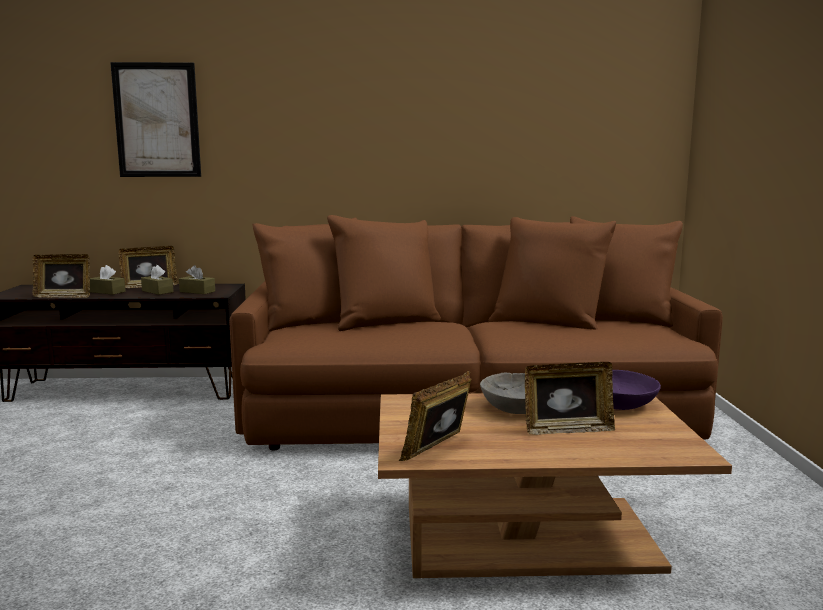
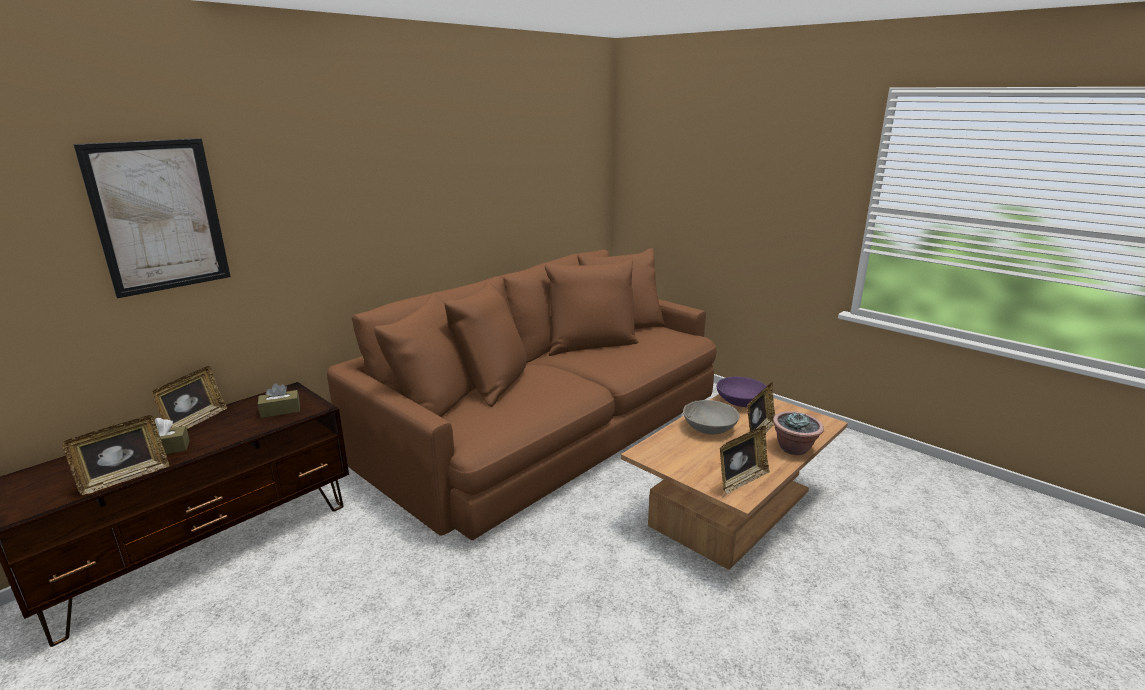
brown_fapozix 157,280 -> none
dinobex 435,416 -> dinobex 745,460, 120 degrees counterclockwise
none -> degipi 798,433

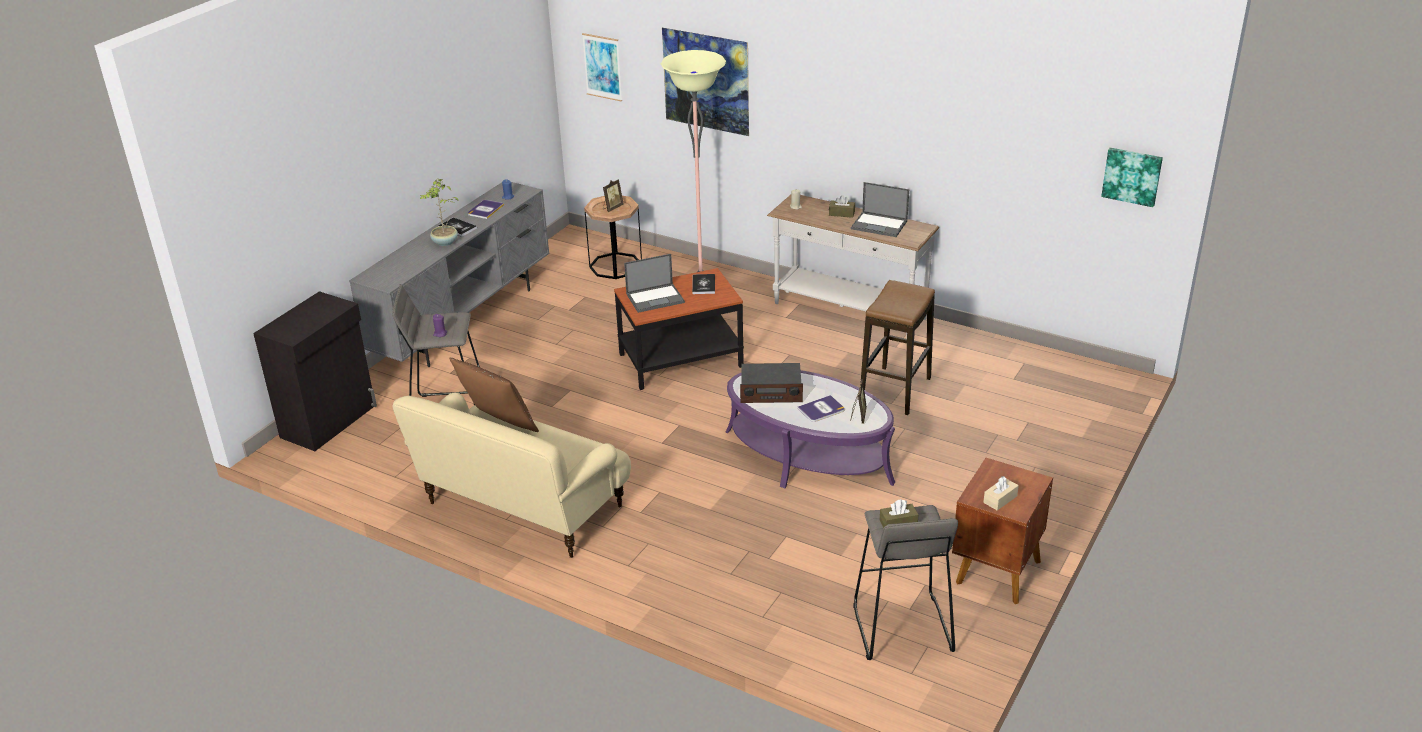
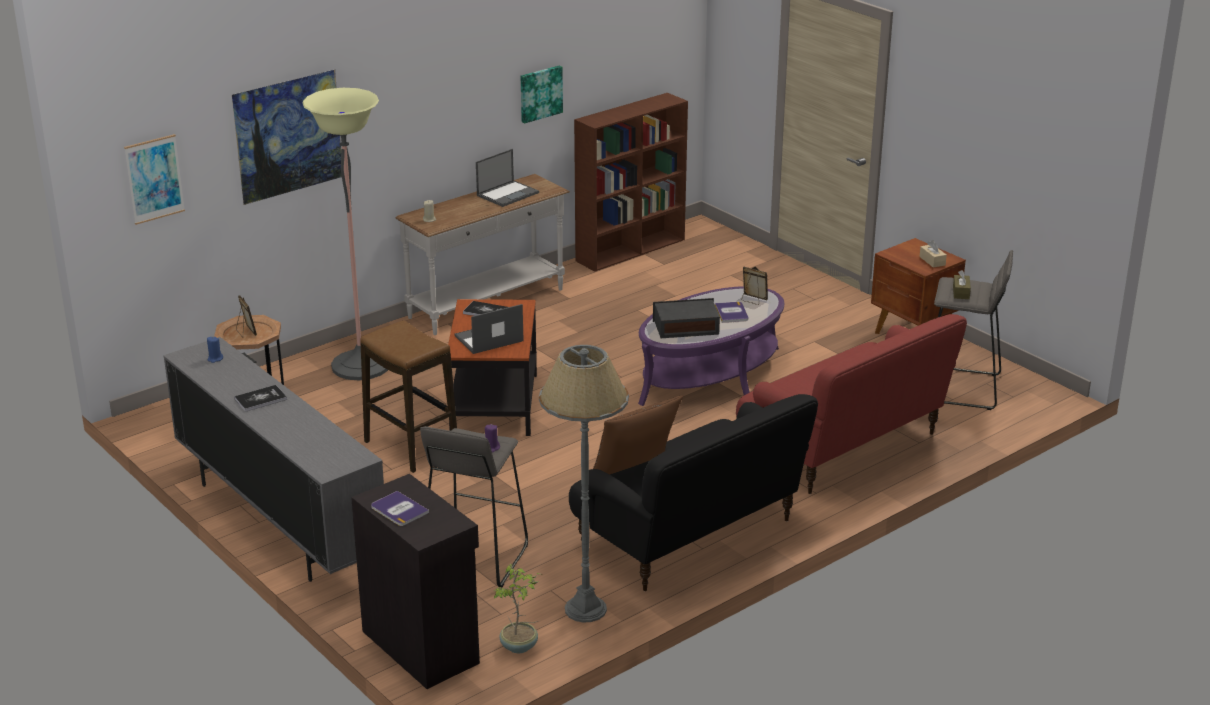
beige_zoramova 511,475 -> black_zoramova 693,492
degipi 439,212 -> degipi 518,608, shifted
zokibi 486,209 -> zokibi 400,508, shifted
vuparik 654,283 -> vuparik 489,329, 120 degrees counterclockwise
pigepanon 771,383 -> pigepanon 686,318, 120 degrees counterclockwise
brown_fapozix 842,206 -> none
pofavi 898,347 -> pofavi 408,396, shifted
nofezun 1132,177 -> nofezun 542,94, shifted
none -> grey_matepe 584,484
none -> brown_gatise 631,182
none -> red_zoramova 851,404

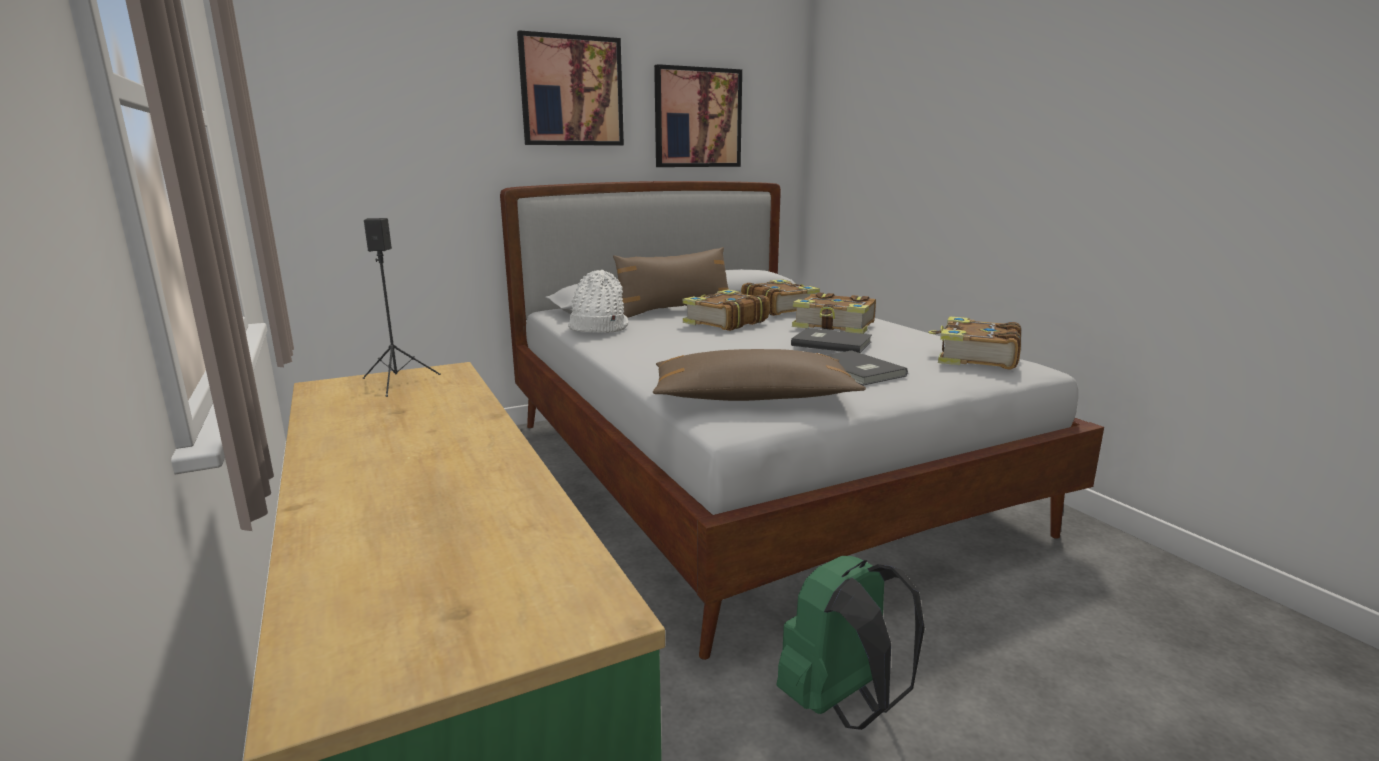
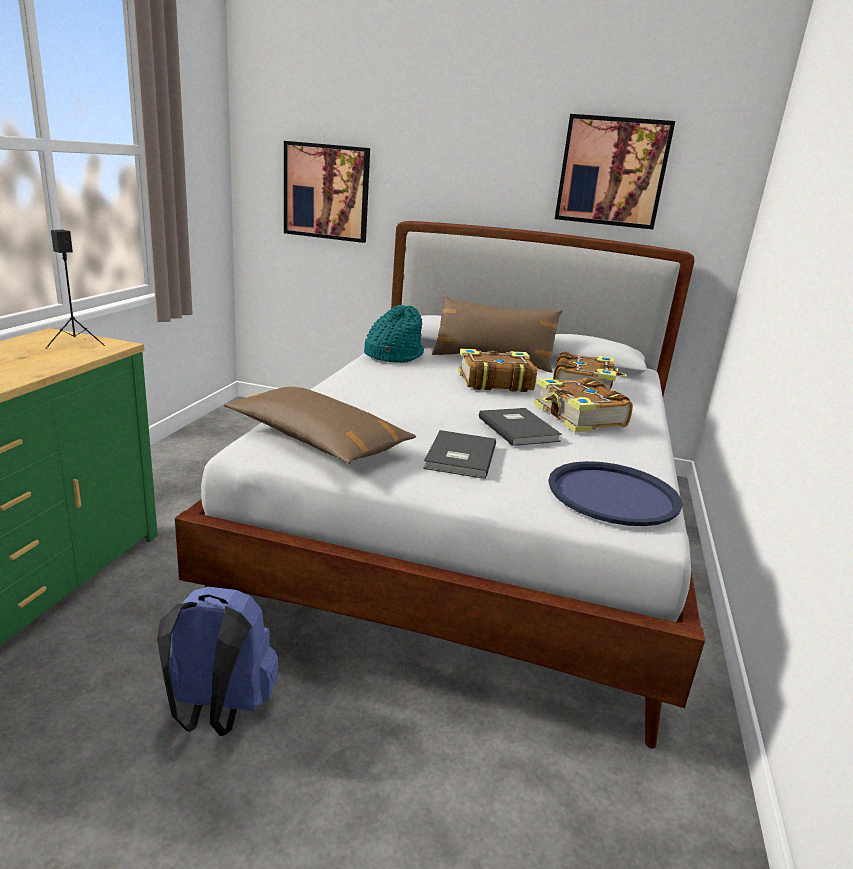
nofezun 570,88 -> nofezun 327,192, shifted
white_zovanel 598,301 -> turquoise_zovanel 394,334
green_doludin 851,643 -> blue_doludin 217,661
zokibi 974,343 -> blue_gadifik 615,493

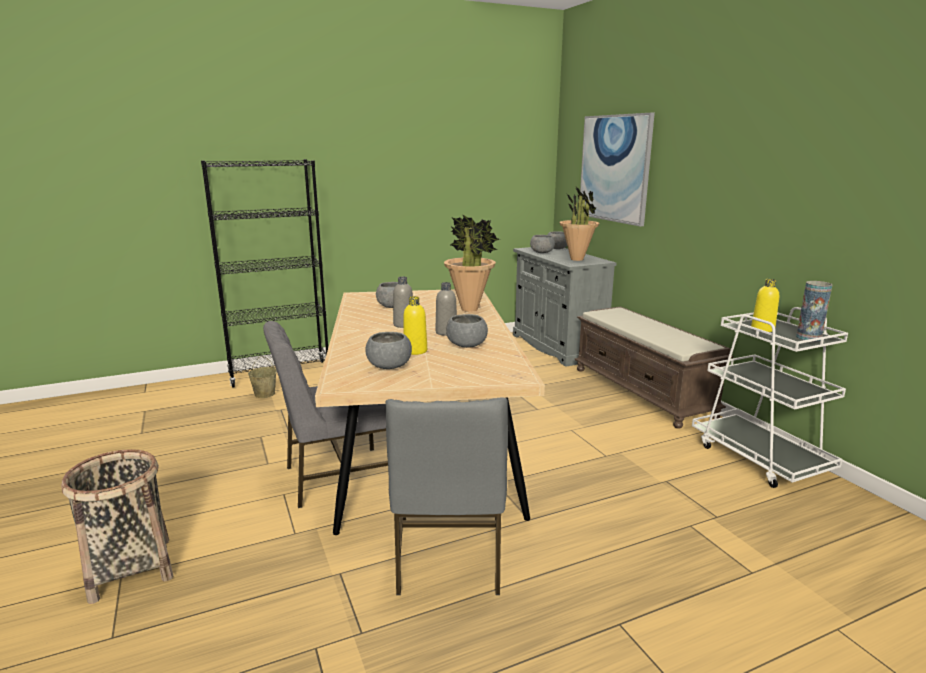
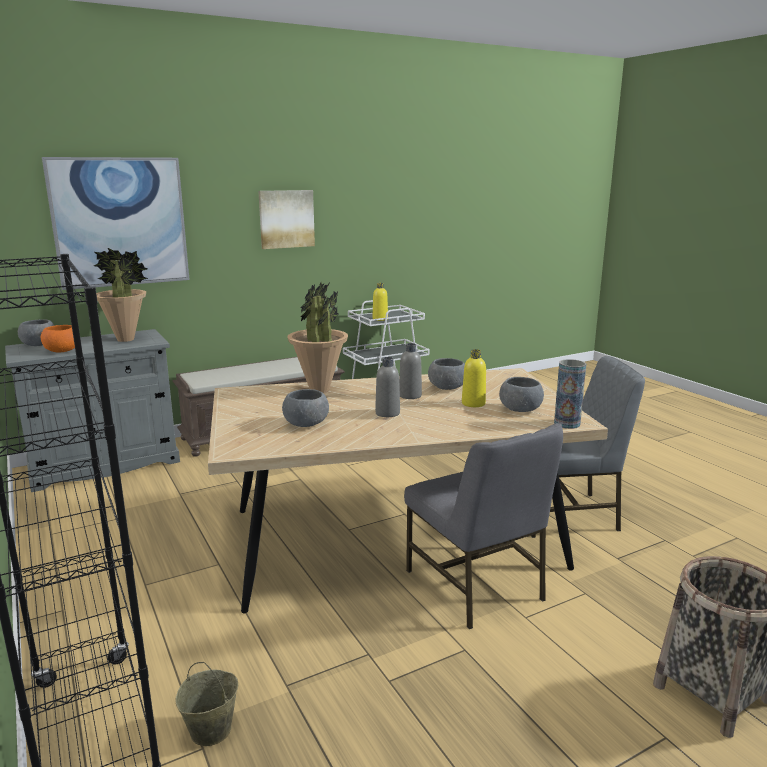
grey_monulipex 542,244 -> orange_monulipex 58,338
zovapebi 814,311 -> zovapebi 570,394, shifted
none -> nofezun 286,219

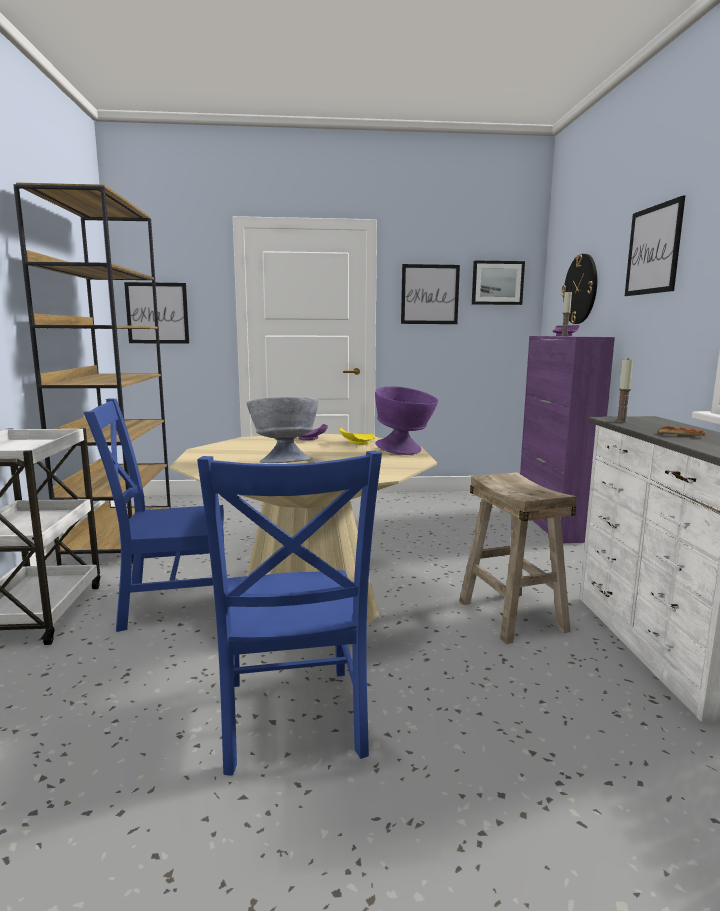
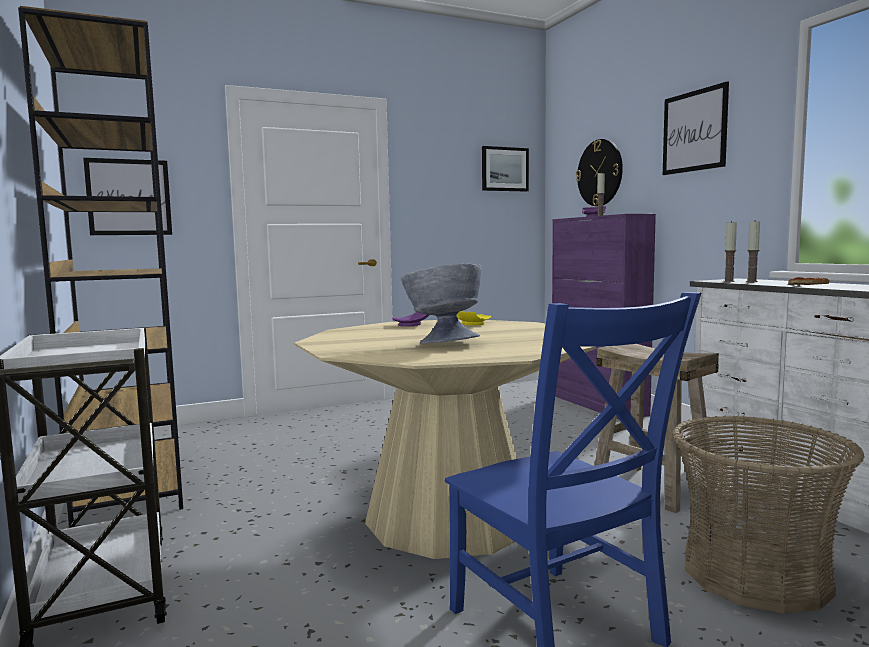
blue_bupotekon 153,515 -> none
purple_monulipex 406,420 -> none
nofezun 430,294 -> none
none -> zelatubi 768,514
none -> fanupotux 753,252

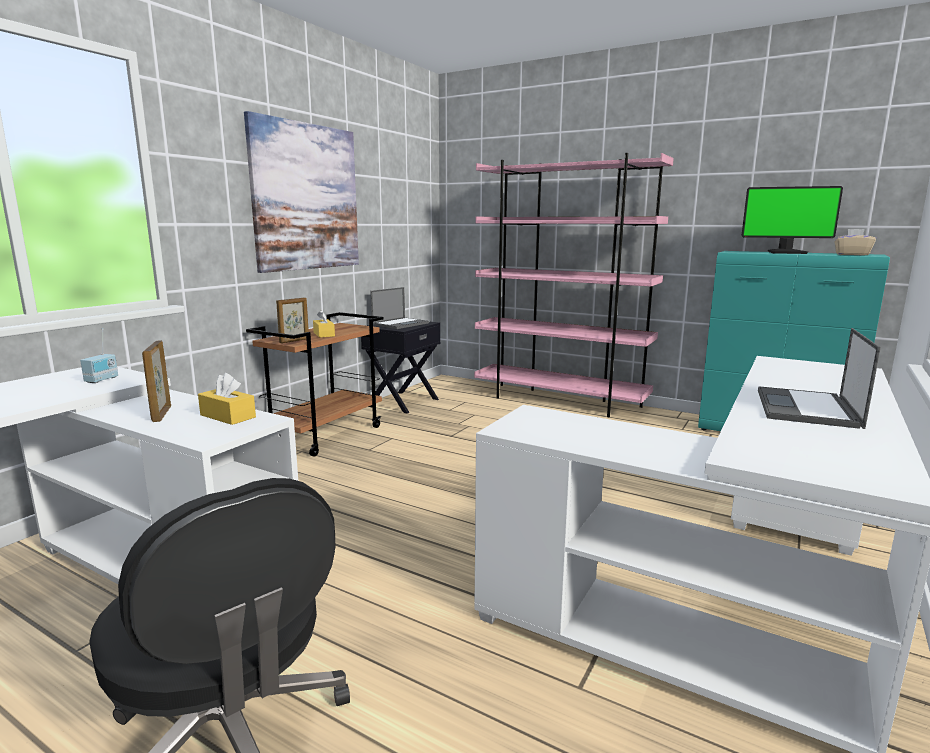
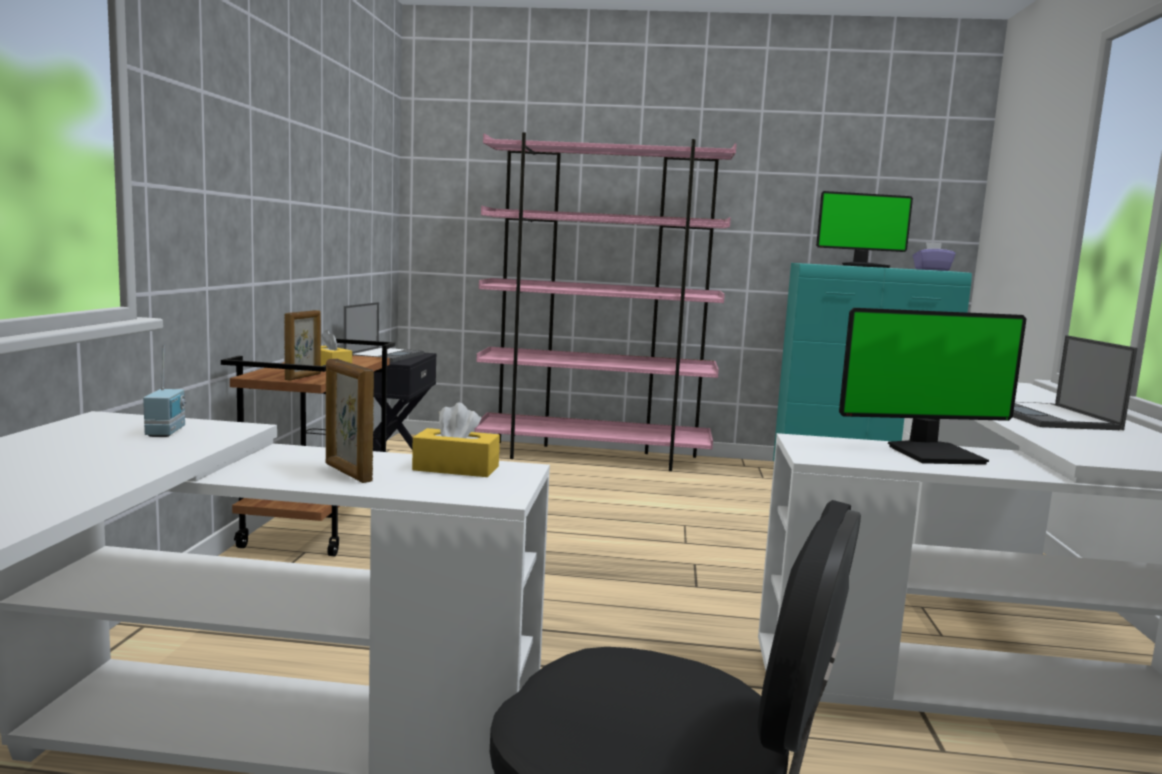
nofezun 301,192 -> none
beige_fapozix 855,242 -> purple_fapozix 934,256
none -> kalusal 932,386

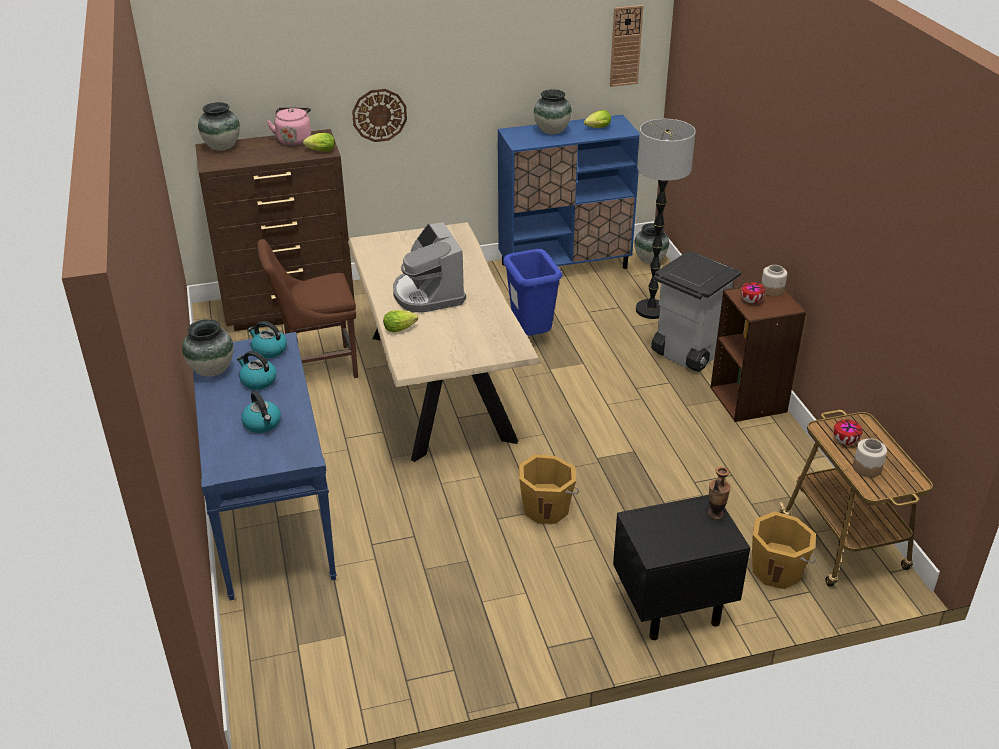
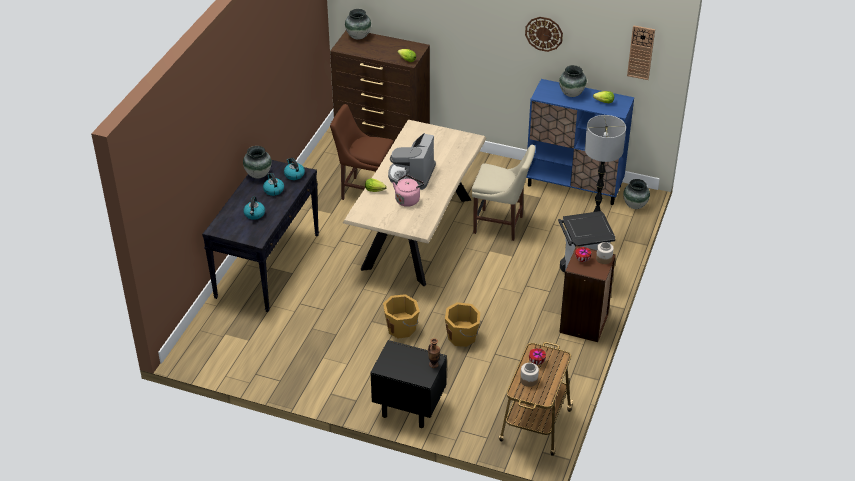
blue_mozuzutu 265,466 -> black_mozuzutu 260,236
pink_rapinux 289,127 -> pink_rapinux 408,191, shifted
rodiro 379,115 -> rodiro 544,34, shifted
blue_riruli 532,292 -> beige_bupotekon 504,193
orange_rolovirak 784,550 -> orange_rolovirak 462,324, shifted

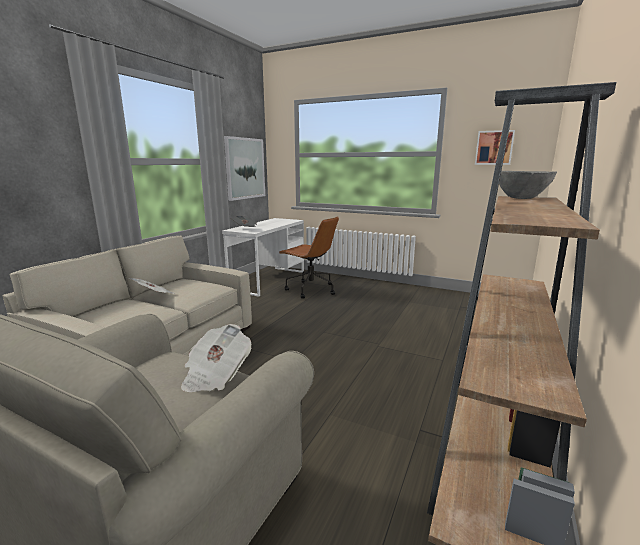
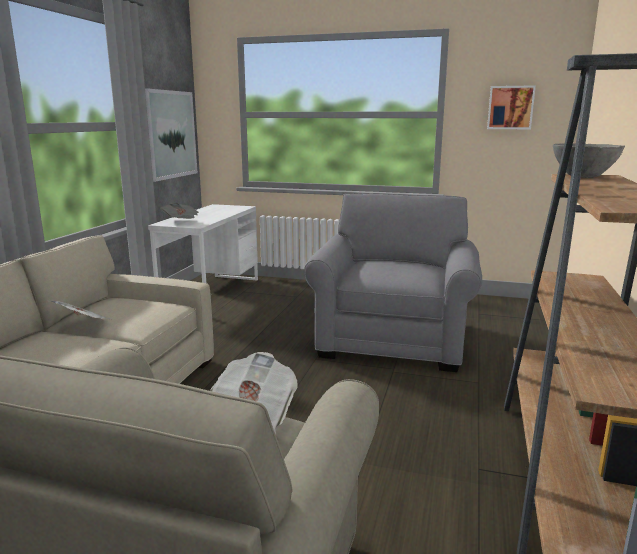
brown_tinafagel 309,257 -> none
none -> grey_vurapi 393,282

